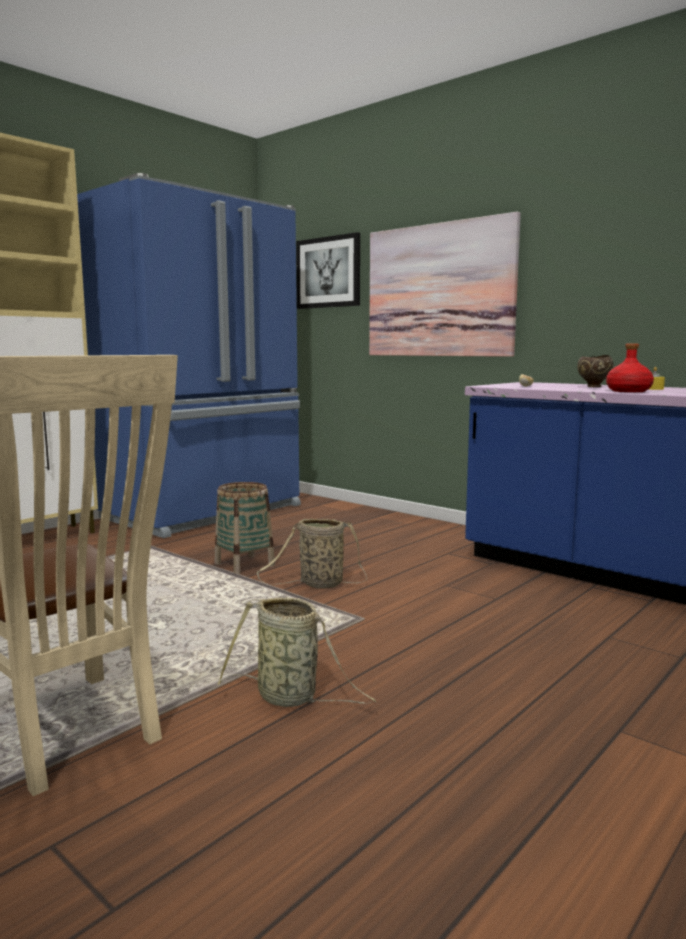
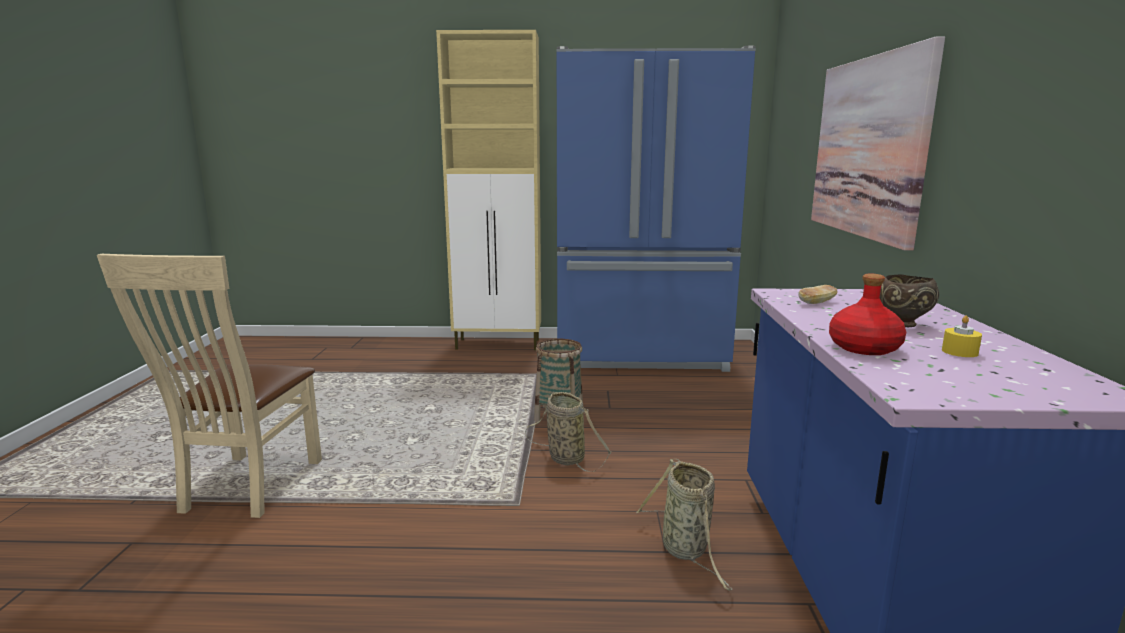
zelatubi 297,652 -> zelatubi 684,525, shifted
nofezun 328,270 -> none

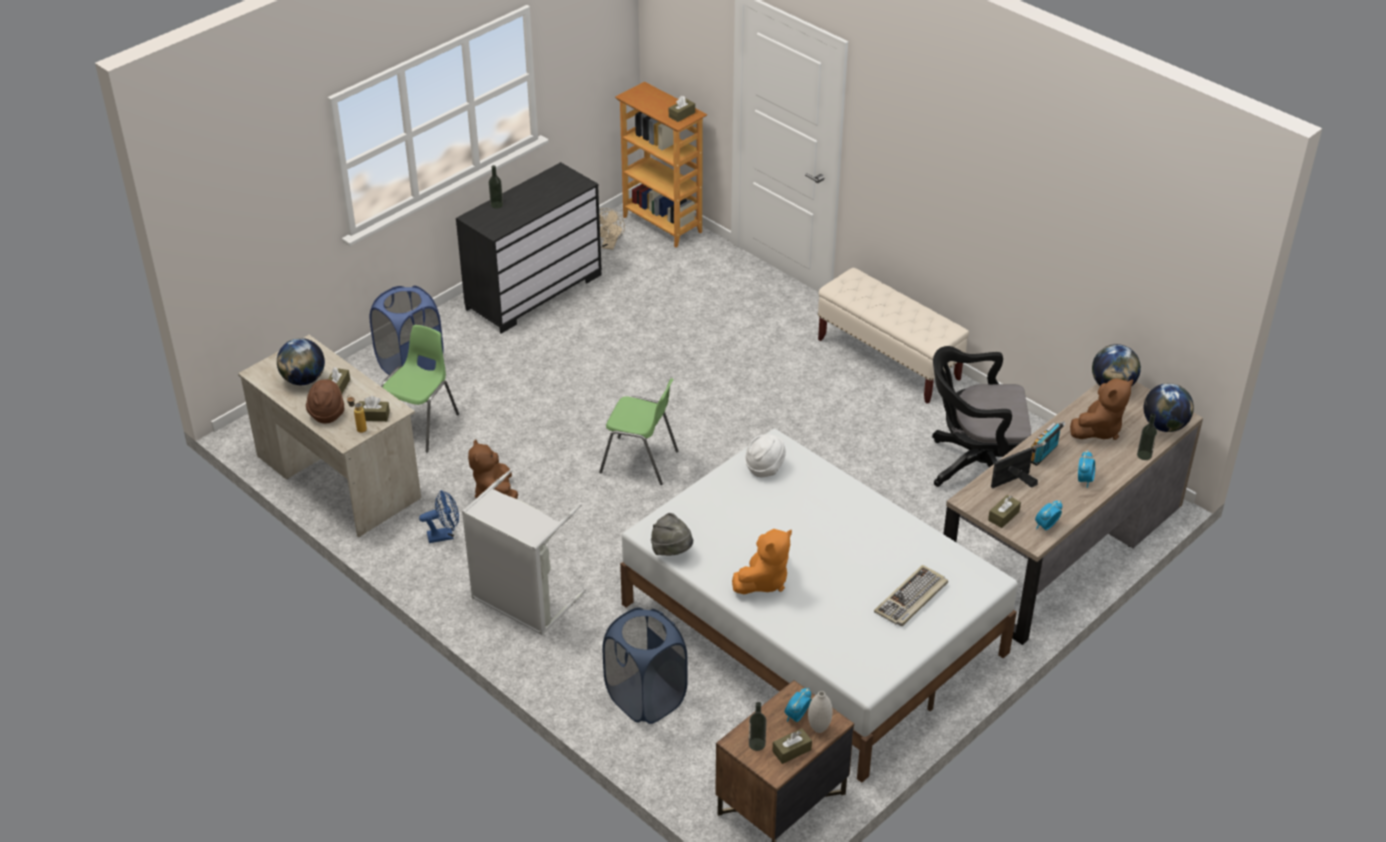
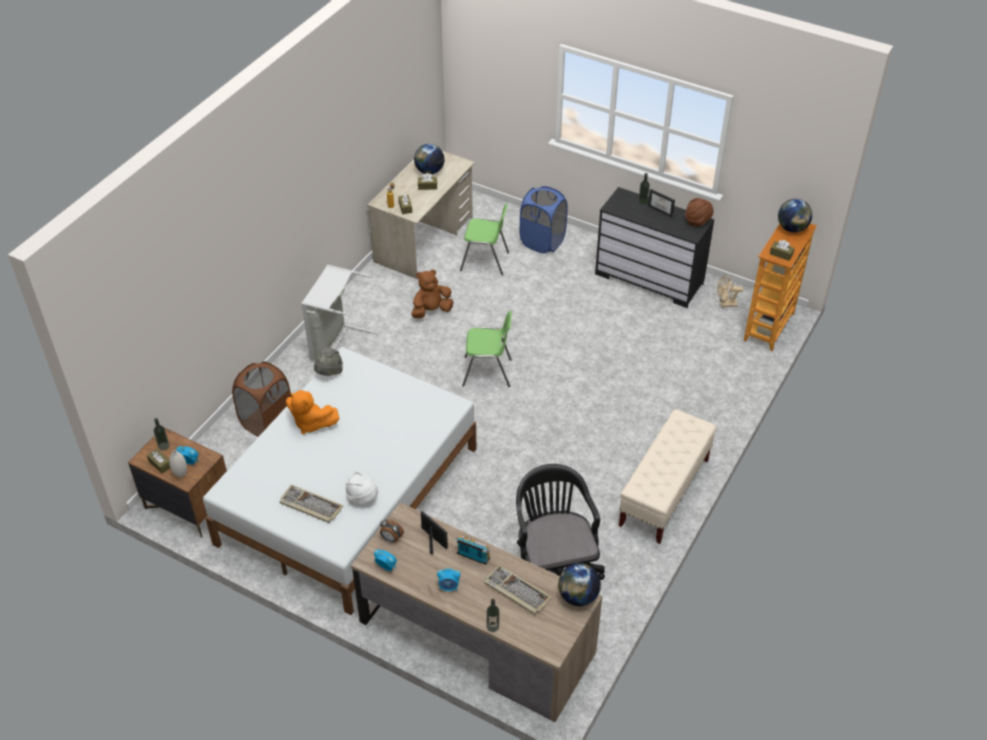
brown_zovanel 325,401 -> brown_zovanel 699,212, shifted
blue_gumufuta 439,516 -> none
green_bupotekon 638,431 -> green_bupotekon 487,349, 90 degrees counterclockwise
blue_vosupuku 645,665 -> brown_vosupuku 261,399
white_zovanel 765,455 -> white_zovanel 362,488, shifted
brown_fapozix 1004,511 -> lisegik 392,530
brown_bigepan 1101,409 -> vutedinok 518,590
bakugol 1169,407 -> bakugol 795,216, shifted
none -> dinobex 661,203

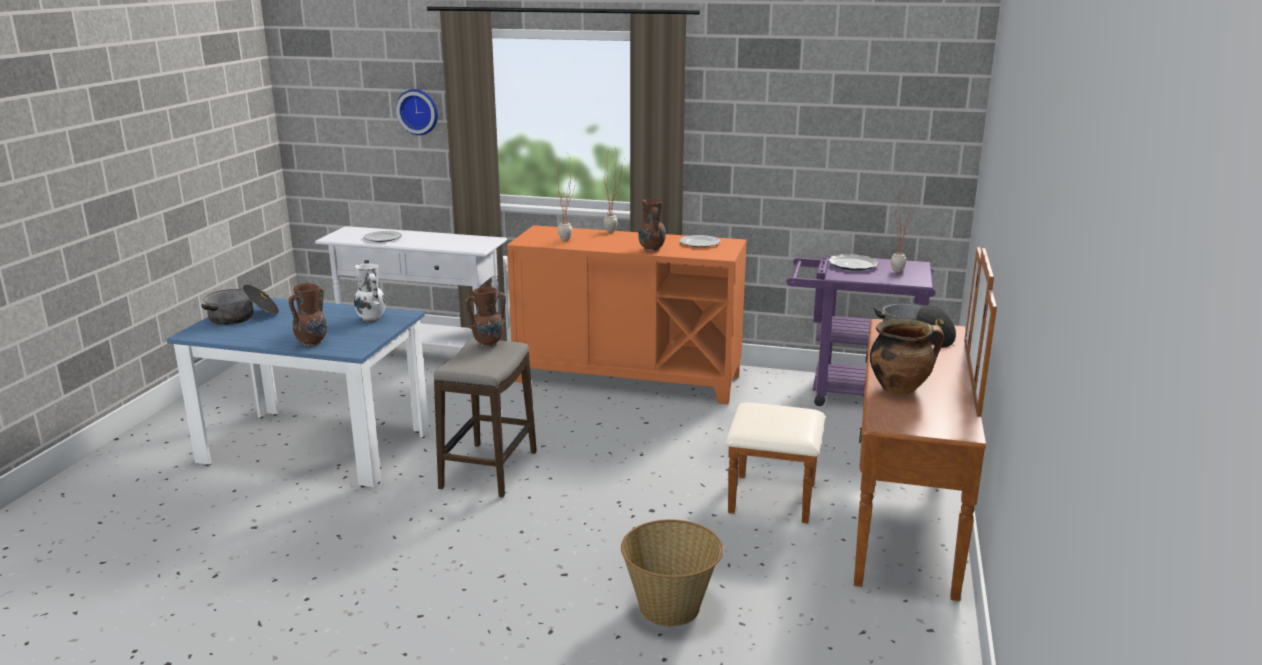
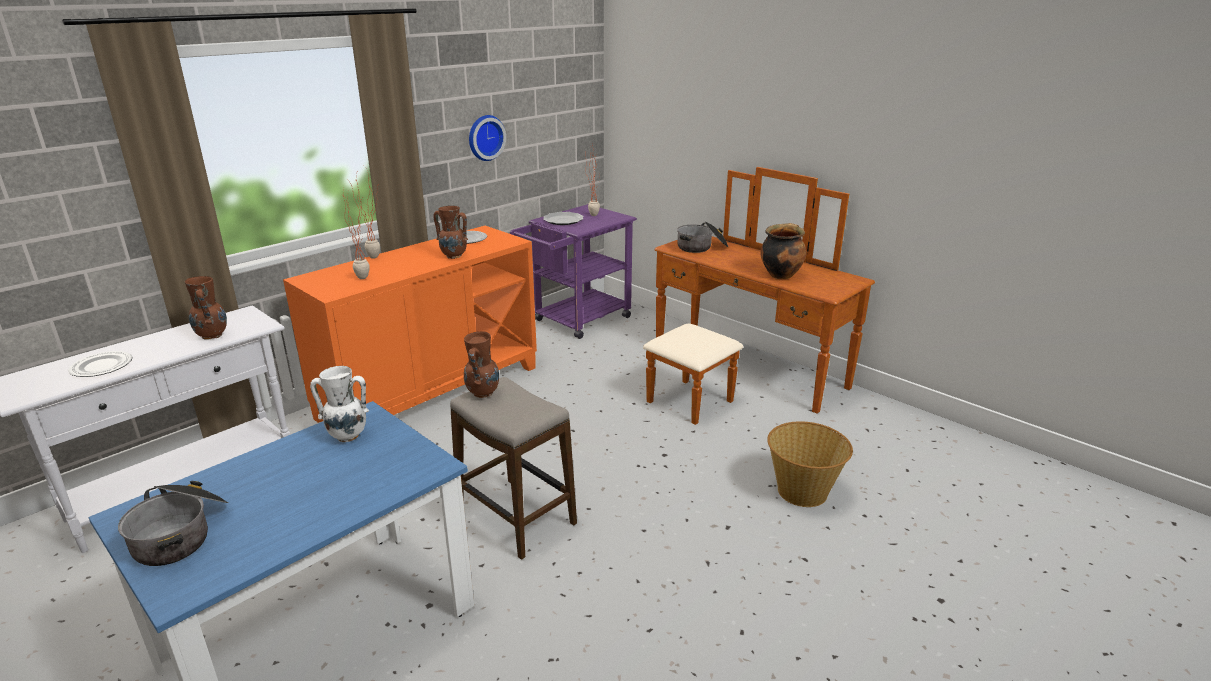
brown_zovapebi 308,314 -> brown_zovapebi 206,308, shifted
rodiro 417,112 -> rodiro 487,138, shifted

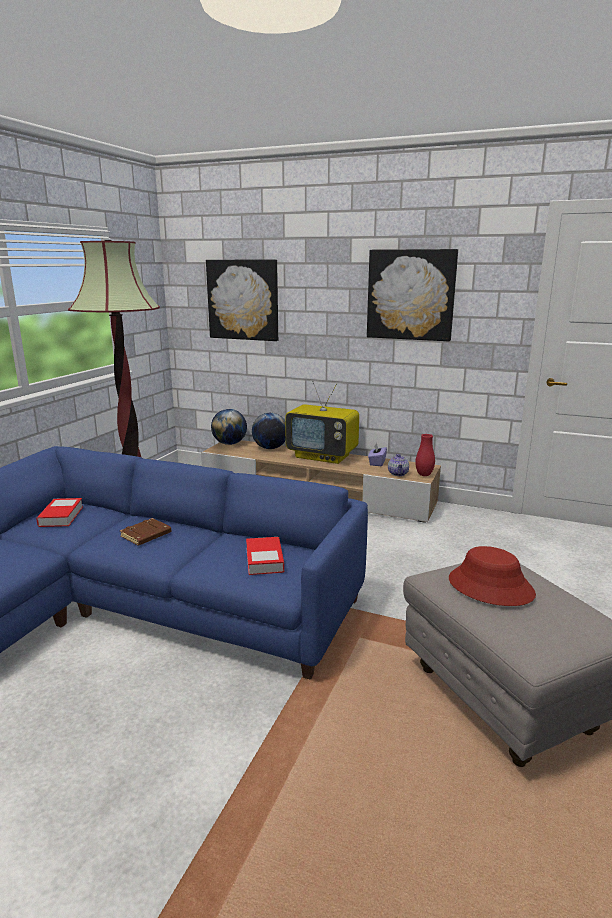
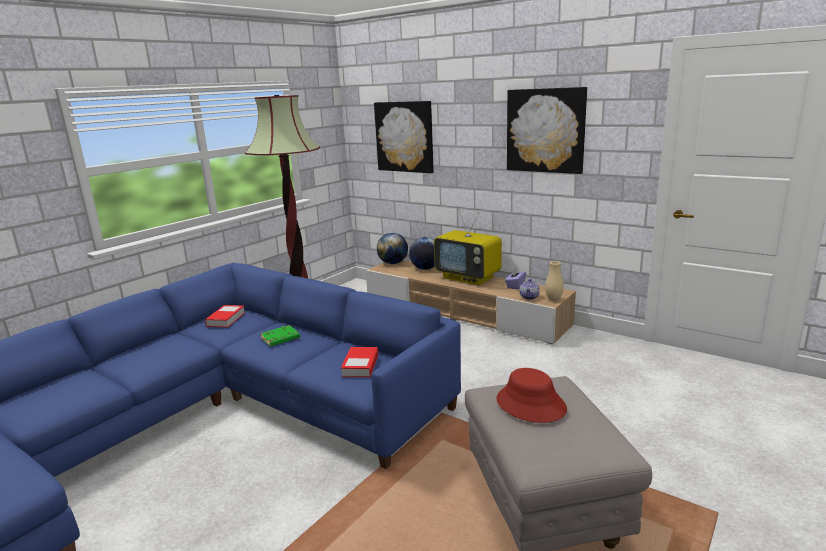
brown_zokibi 145,532 -> green_zokibi 280,335
red_zovapebi 425,455 -> beige_zovapebi 554,281

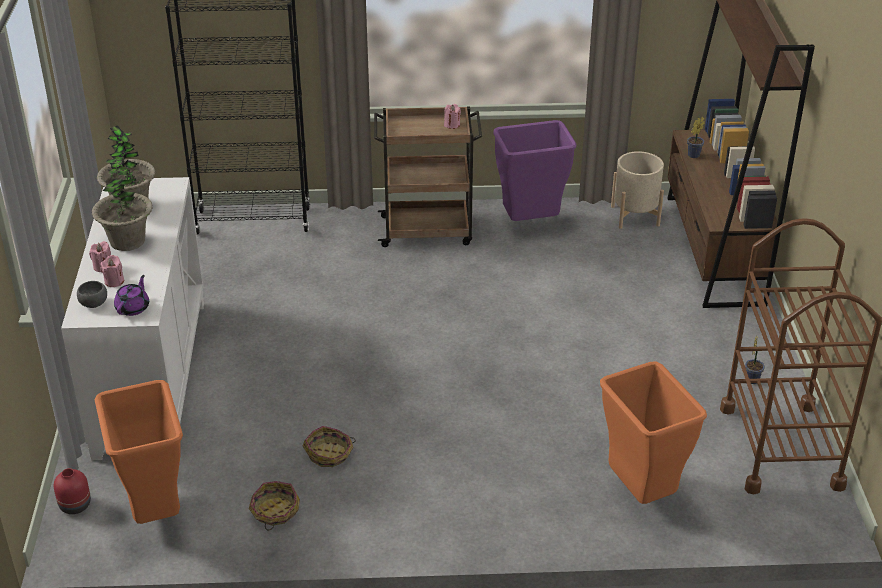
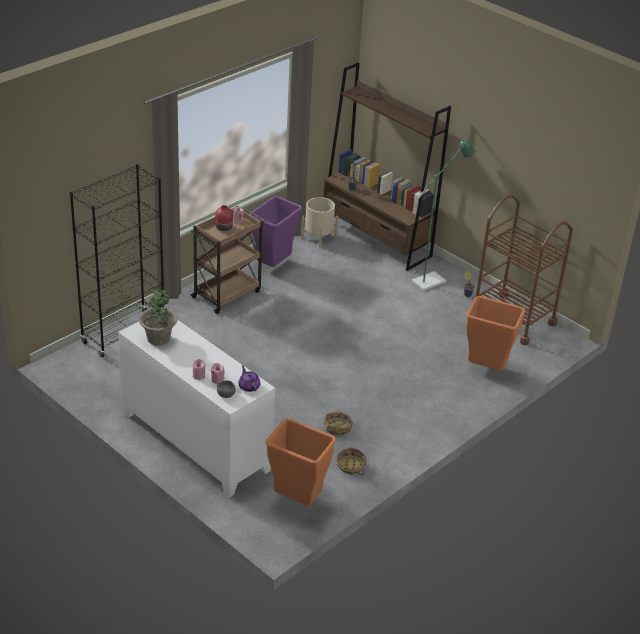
red_zovapebi 72,491 -> red_zovapebi 224,218, shifted
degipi 122,204 -> none
none -> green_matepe 443,215

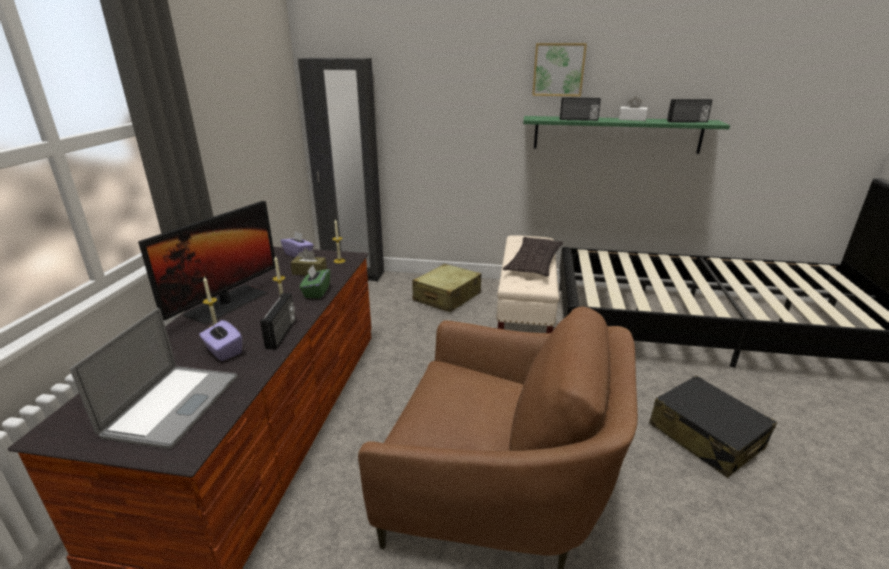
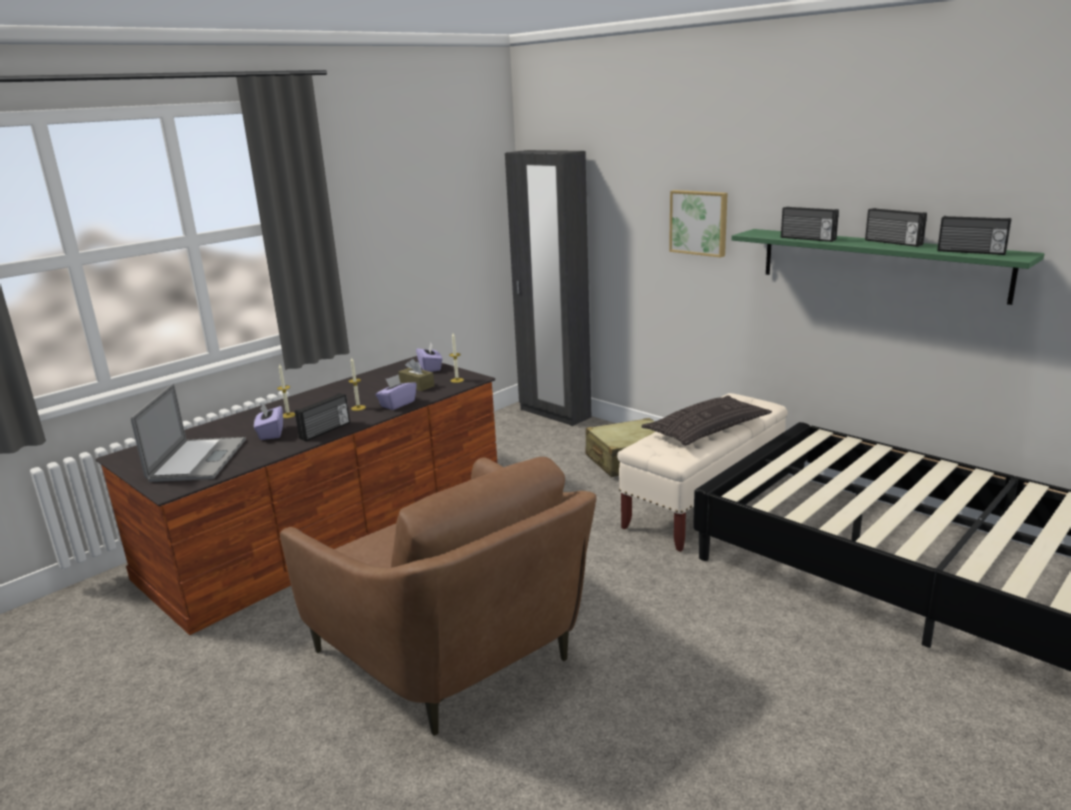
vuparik 154,378 -> vuparik 188,433, 45 degrees counterclockwise
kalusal 207,263 -> none
green_fapozix 314,281 -> purple_fapozix 396,392
nofezun 559,70 -> nofezun 698,224, shifted
white_fapozix 633,108 -> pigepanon 896,227
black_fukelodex 713,426 -> none

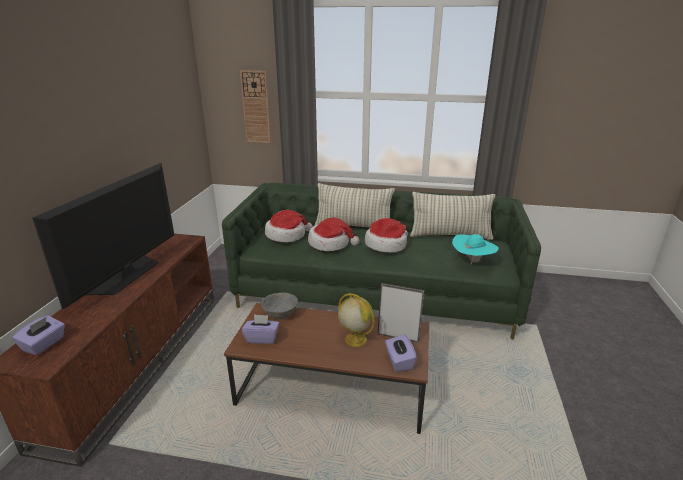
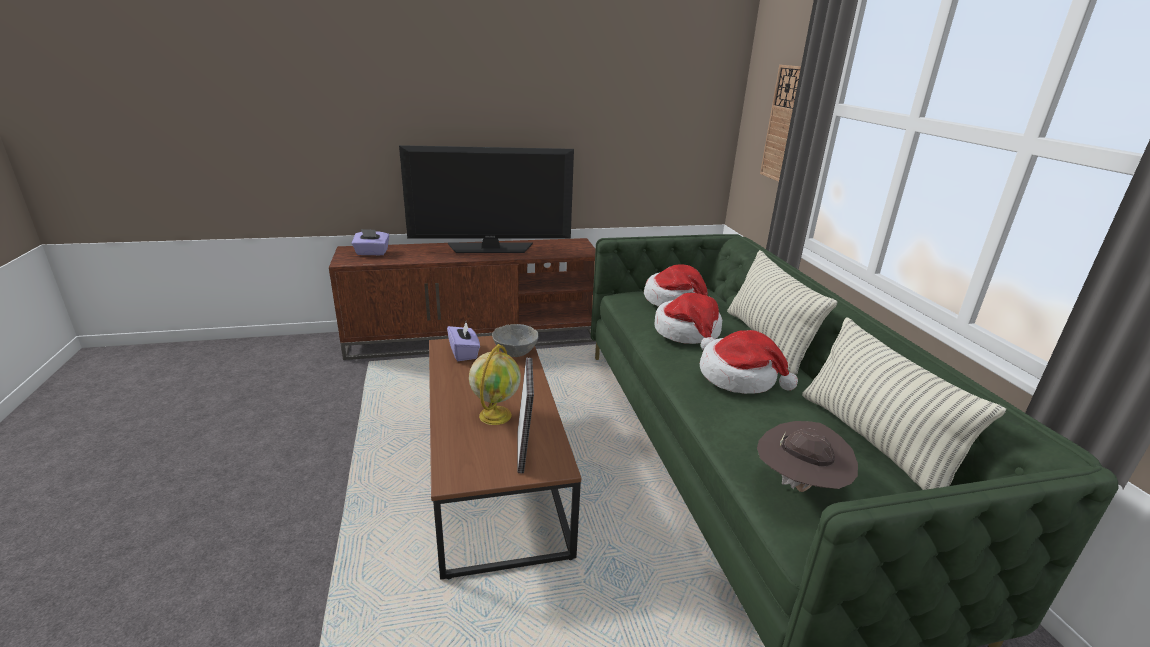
purple_fapozix 401,353 -> none
turquoise_zovanel 475,249 -> brown_zovanel 807,456

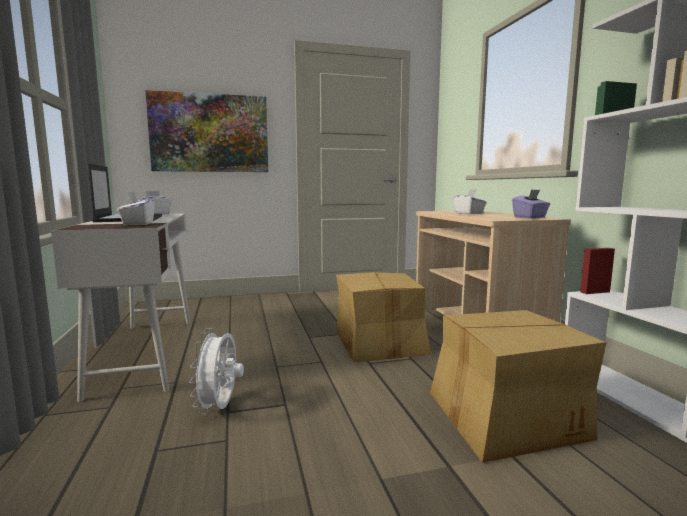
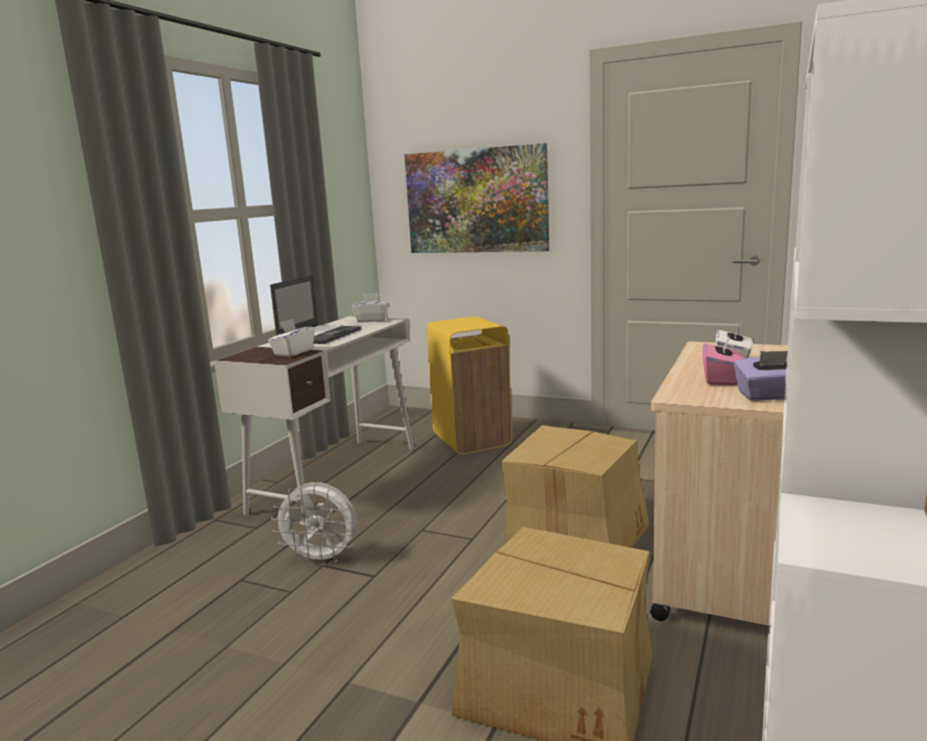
white_gumufuta 216,371 -> white_gumufuta 313,524, 120 degrees counterclockwise
none -> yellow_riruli 469,385
none -> pink_fapozix 722,360

